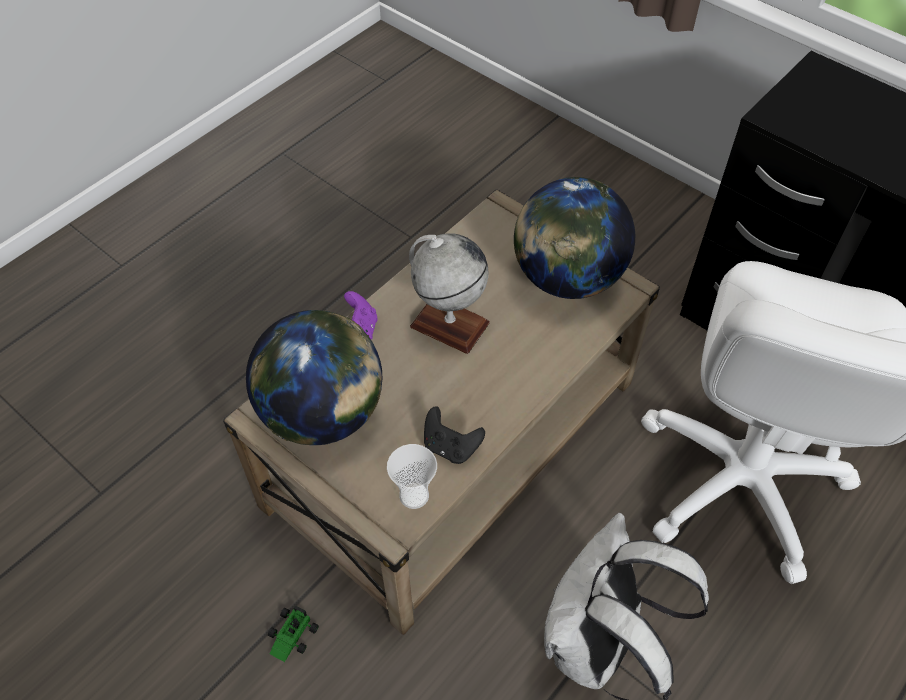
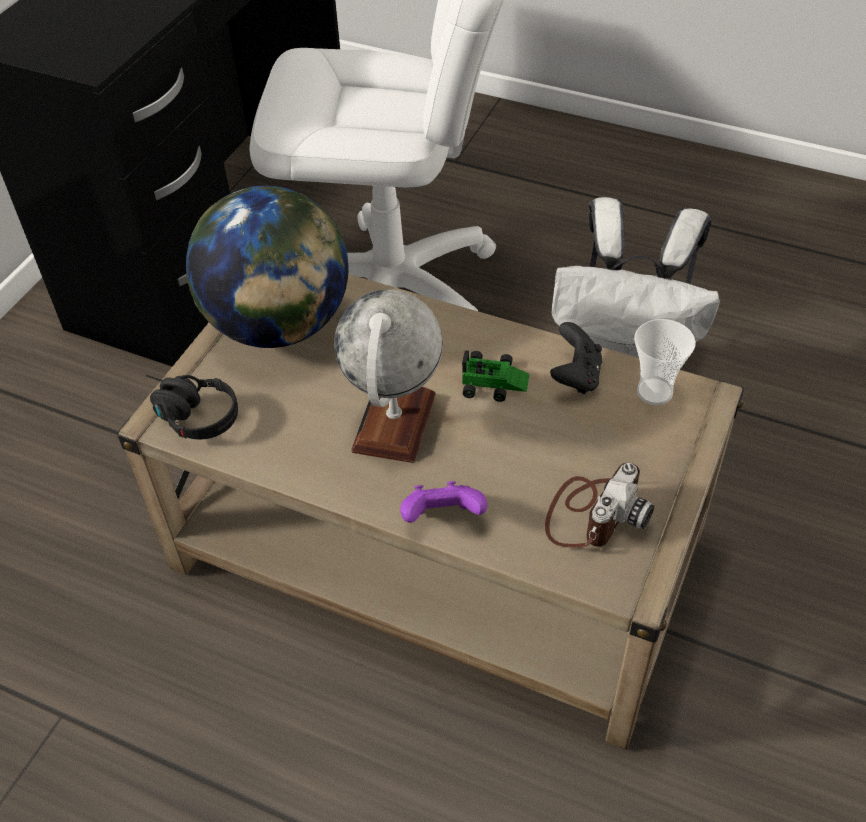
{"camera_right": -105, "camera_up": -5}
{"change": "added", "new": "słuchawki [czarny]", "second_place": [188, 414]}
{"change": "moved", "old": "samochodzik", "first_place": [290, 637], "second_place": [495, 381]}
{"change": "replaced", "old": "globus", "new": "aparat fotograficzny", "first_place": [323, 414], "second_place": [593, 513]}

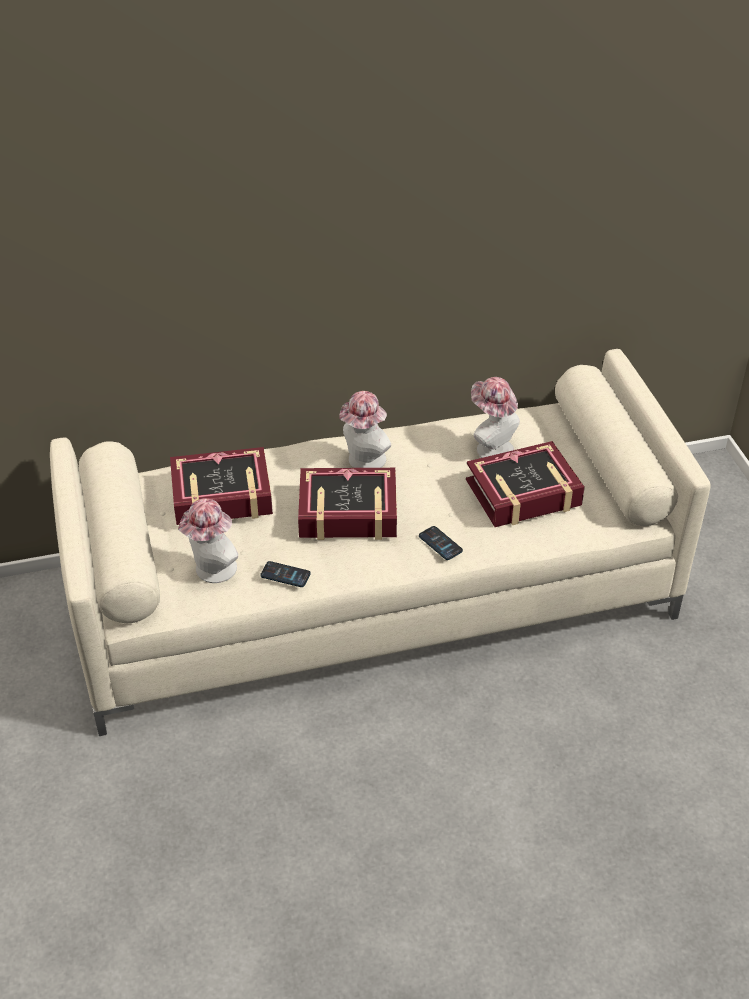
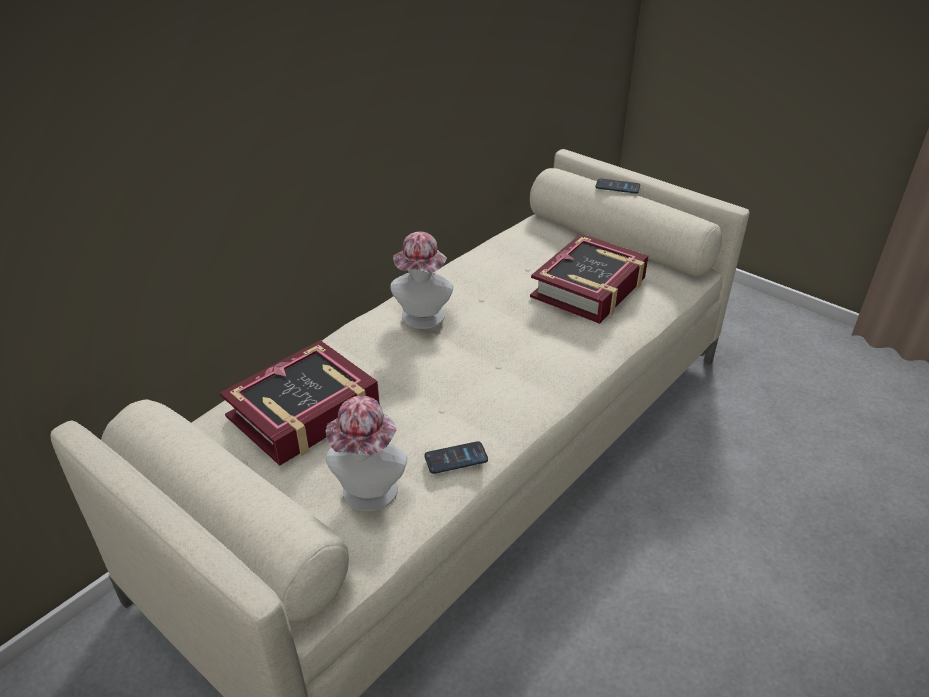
{"camera_right": -35, "camera_up": -5}
{"change": "moved", "old": "telefon", "first_place": [440, 543], "second_place": [617, 187]}
{"change": "removed", "old": "książka", "first_place": [348, 512]}
{"change": "removed", "old": "kapelusz", "first_place": [491, 448]}

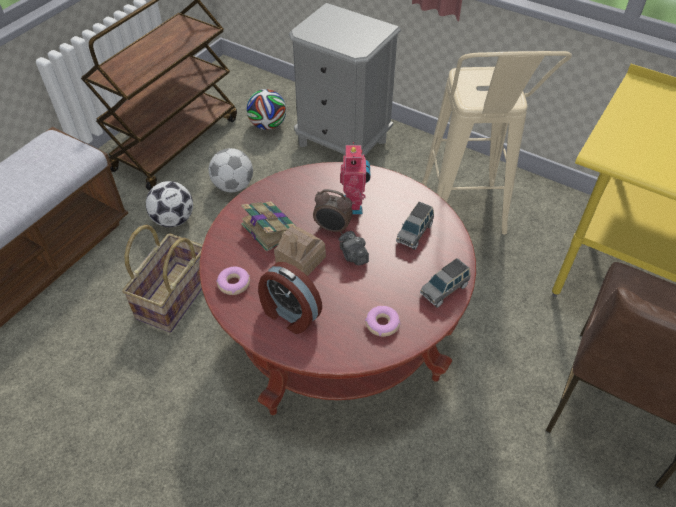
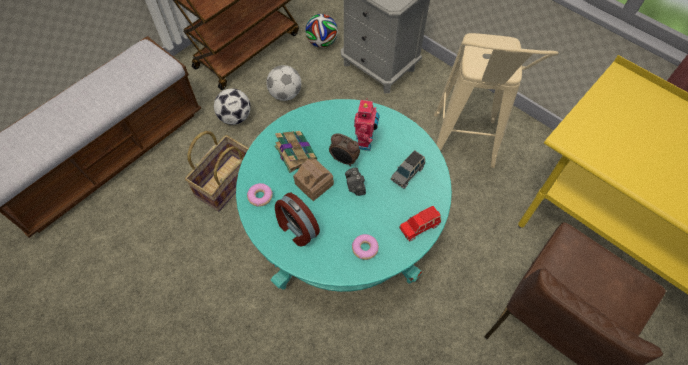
{"camera_right": 10, "camera_up": 10}
{"change": "recoloured", "old": "ława [czerwony]", "new": "ława [turkusowy]", "first_place": [338, 327], "second_place": [344, 226]}
{"change": "recoloured", "old": "samochodzik [szary]", "new": "samochodzik [czerwony]", "first_place": [444, 290], "second_place": [419, 227]}

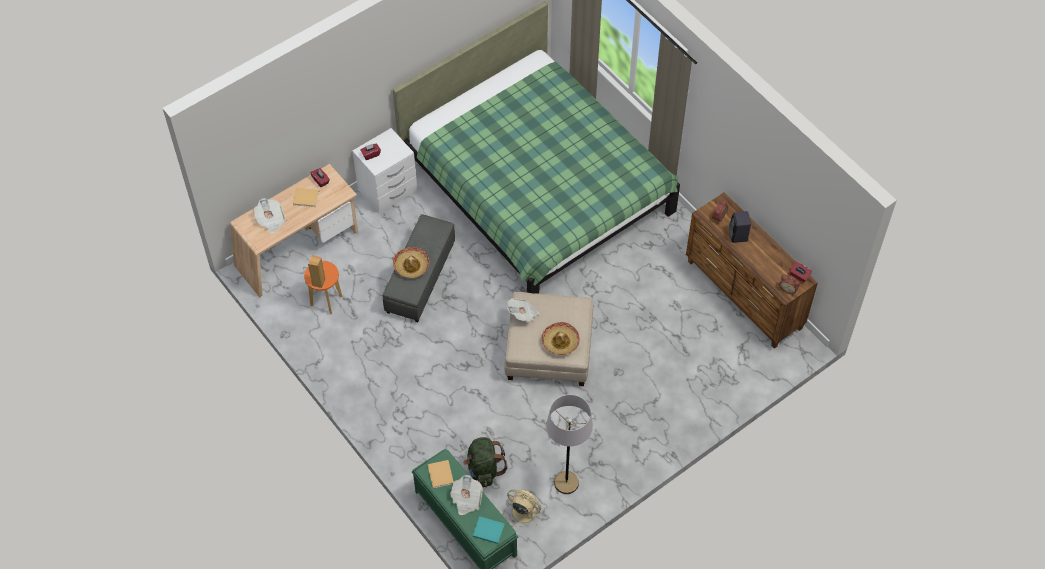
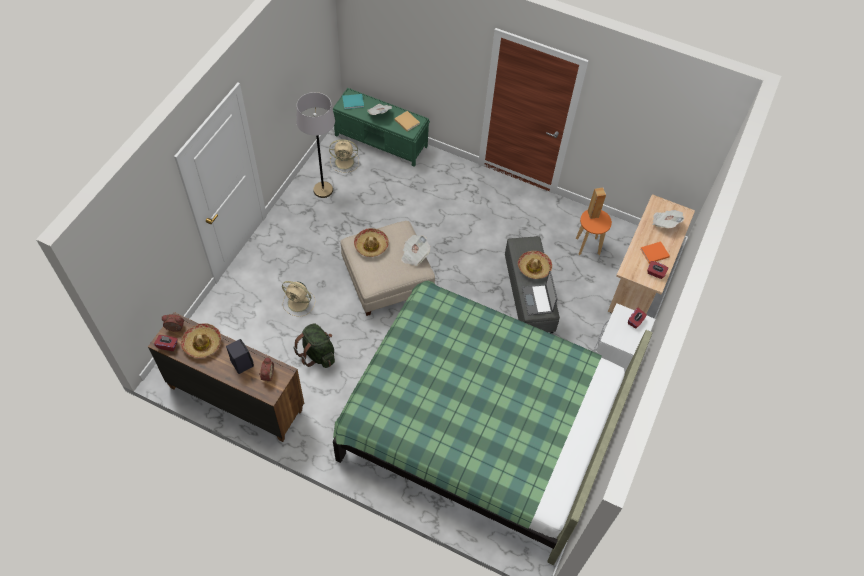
{"camera_right": 150, "camera_up": 0}
{"change": "added", "new": "kapelusz", "second_place": [202, 343]}
{"change": "added", "new": "wentylator [beżowy]", "second_place": [299, 303]}
{"change": "moved", "old": "plecak [zielony]", "first_place": [484, 469], "second_place": [317, 354]}
{"change": "added", "new": "laptop", "second_place": [538, 300]}
{"change": "recoloured", "old": "książka [beżowy]", "new": "książka [pomarańczowy]", "first_place": [306, 198], "second_place": [653, 253]}

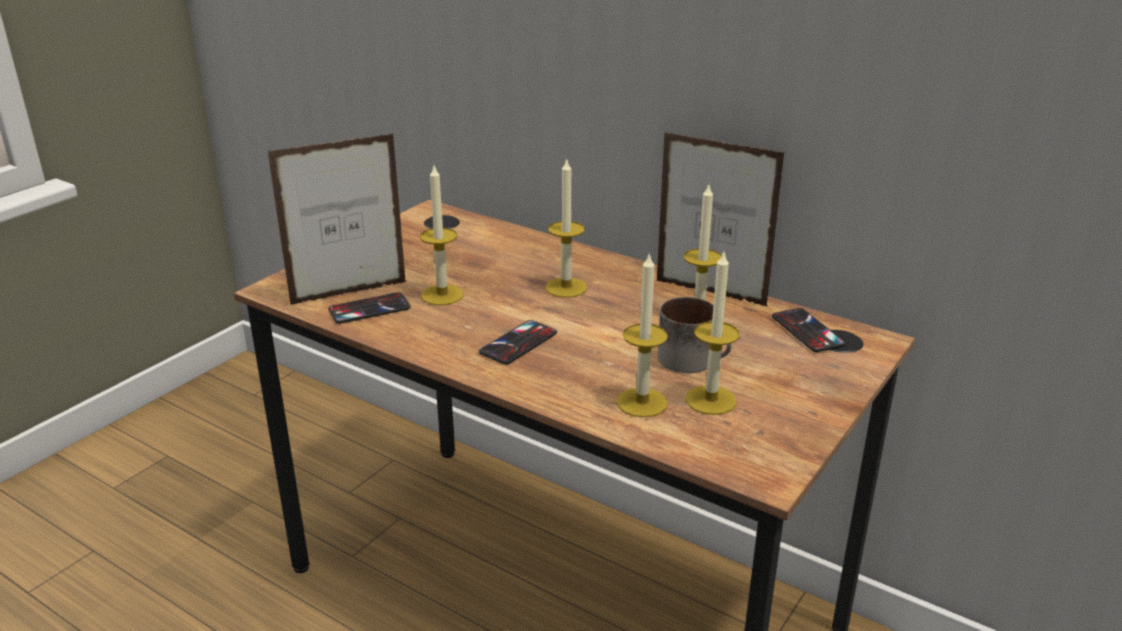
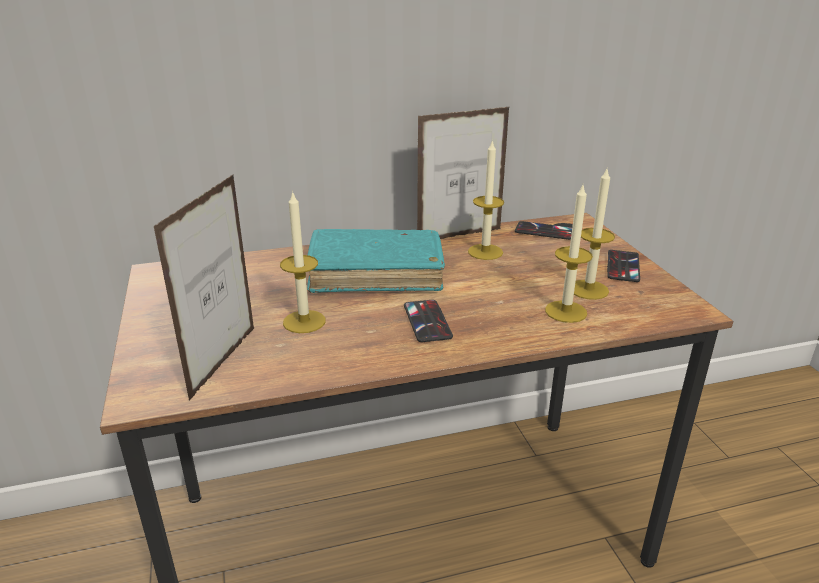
{"camera_right": -50, "camera_up": 0}
{"change": "replaced", "old": "świeca", "new": "książka [turkusowy]", "first_place": [566, 287], "second_place": [376, 273]}
{"change": "moved", "old": "telefon", "first_place": [369, 309], "second_place": [623, 266]}
{"change": "removed", "old": "kubek", "first_place": [694, 360]}

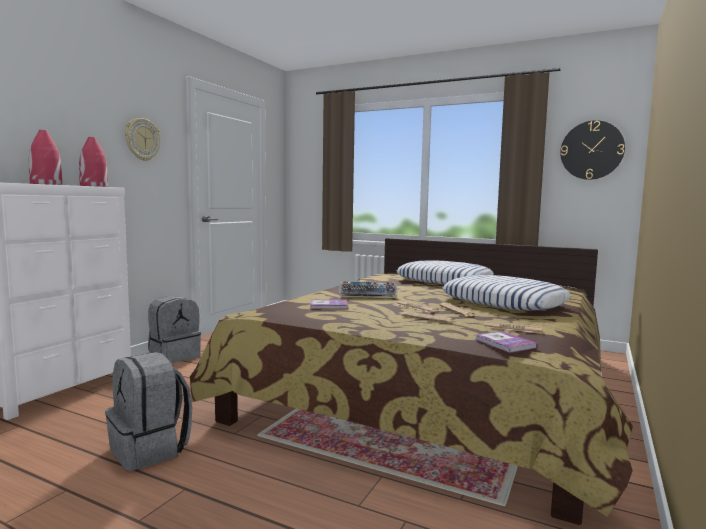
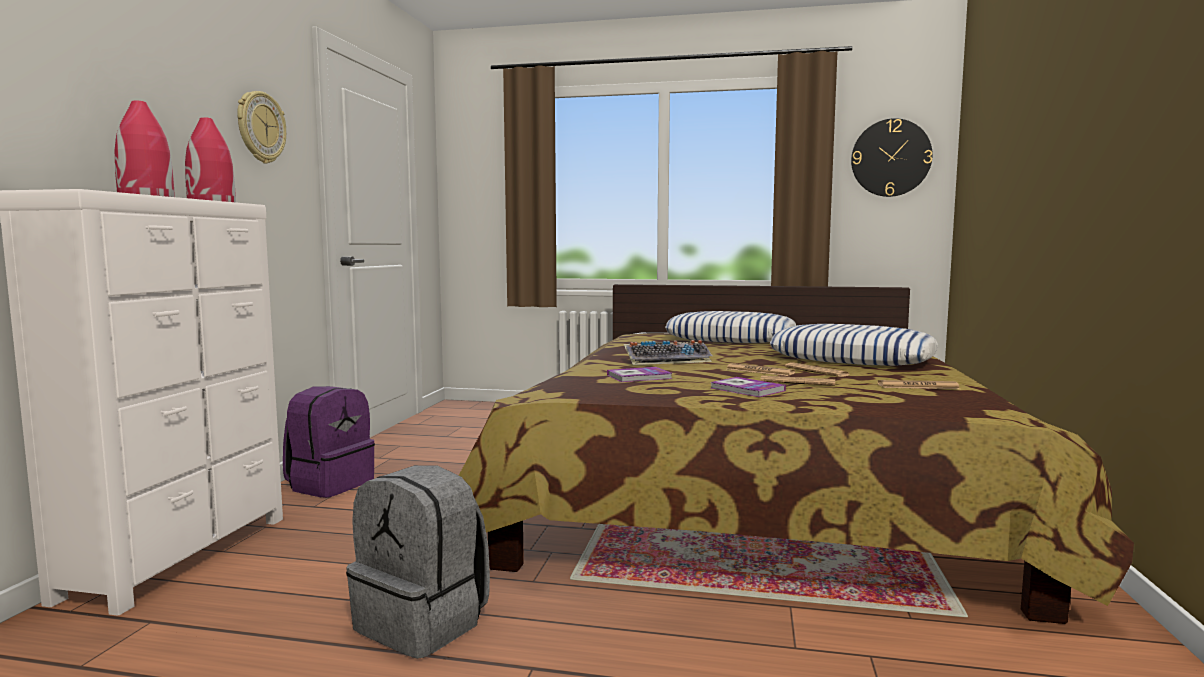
{"camera_right": -15, "camera_up": 0}
{"change": "recoloured", "old": "plecak [szary]", "new": "plecak [fioletowy]", "first_place": [174, 356], "second_place": [330, 484]}
{"change": "moved", "old": "książka", "first_place": [505, 343], "second_place": [747, 389]}

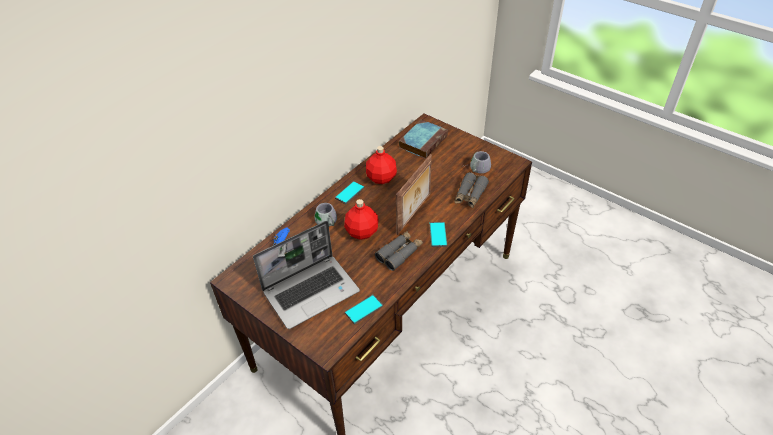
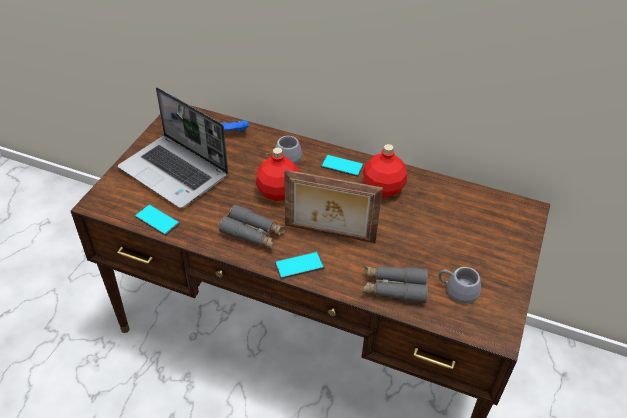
{"camera_right": 70, "camera_up": 0}
{"change": "removed", "old": "książka", "first_place": [423, 141]}

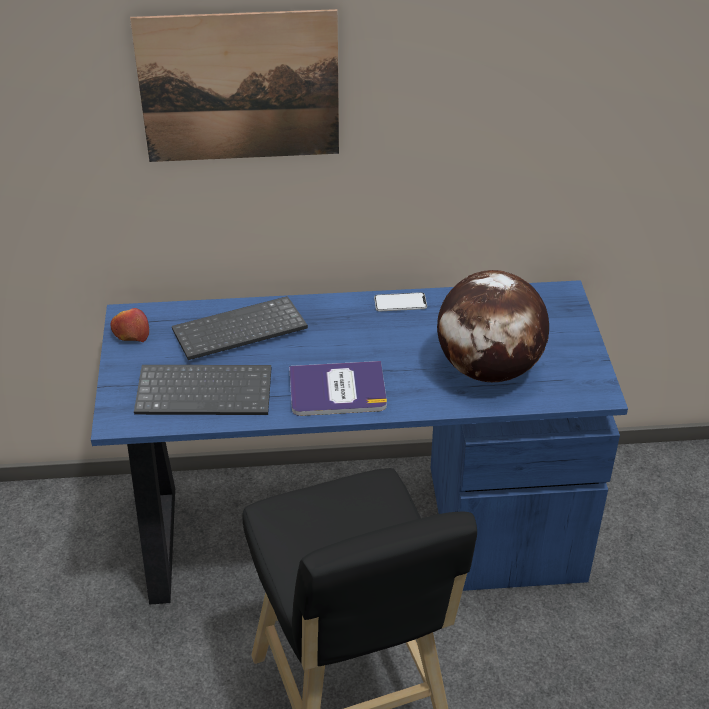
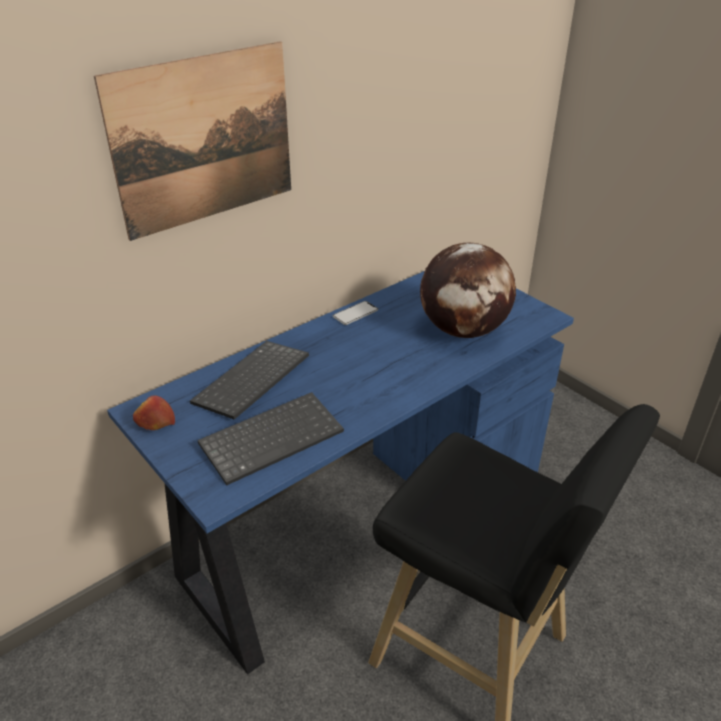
{"camera_right": -35, "camera_up": -5}
{"change": "removed", "old": "książka", "first_place": [337, 390]}

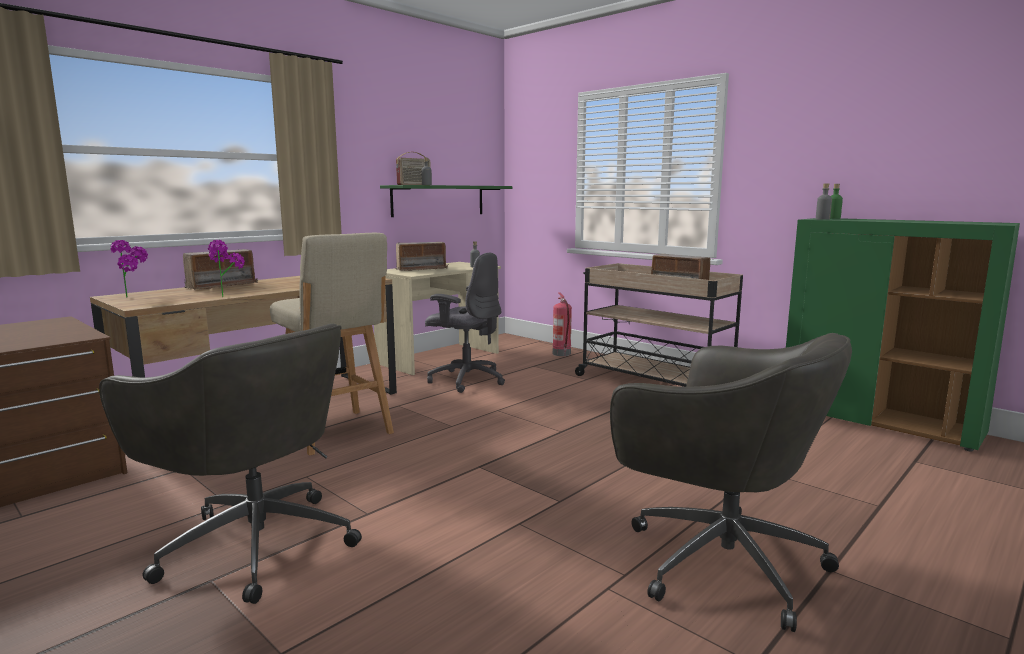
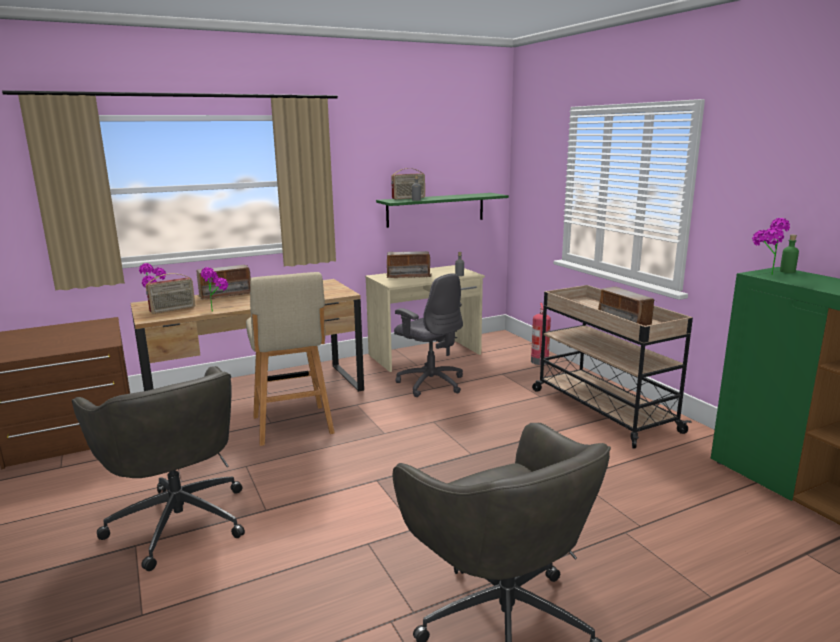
{"camera_right": 20, "camera_up": 5}
{"change": "added", "new": "radio", "second_place": [173, 309]}
{"change": "replaced", "old": "butelka [szary]", "new": "roślina doniczkowa", "first_place": [822, 219], "second_place": [765, 275]}

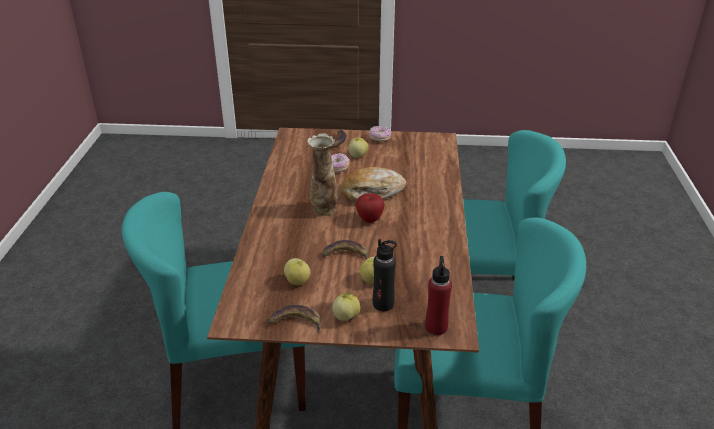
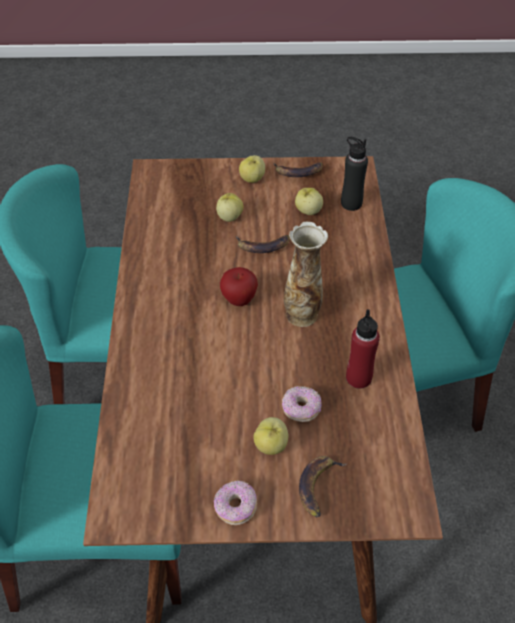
{"camera_right": 175, "camera_up": 15}
{"change": "moved", "old": "butelka [czarny]", "first_place": [383, 304], "second_place": [351, 203]}
{"change": "moved", "old": "butelka [czerwony]", "first_place": [436, 327], "second_place": [358, 378]}
{"change": "removed", "old": "chleb", "first_place": [372, 192]}

